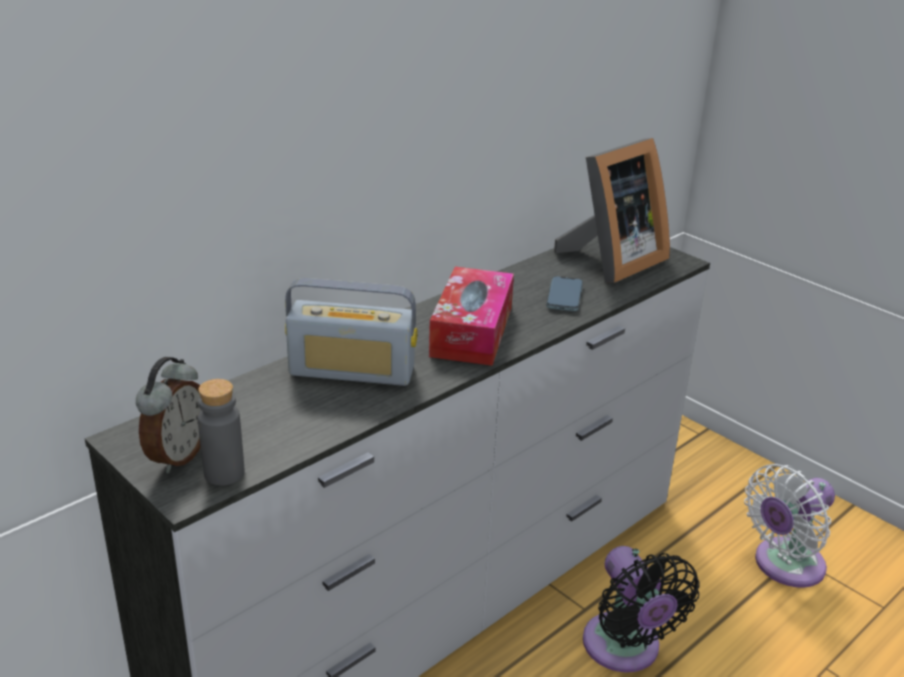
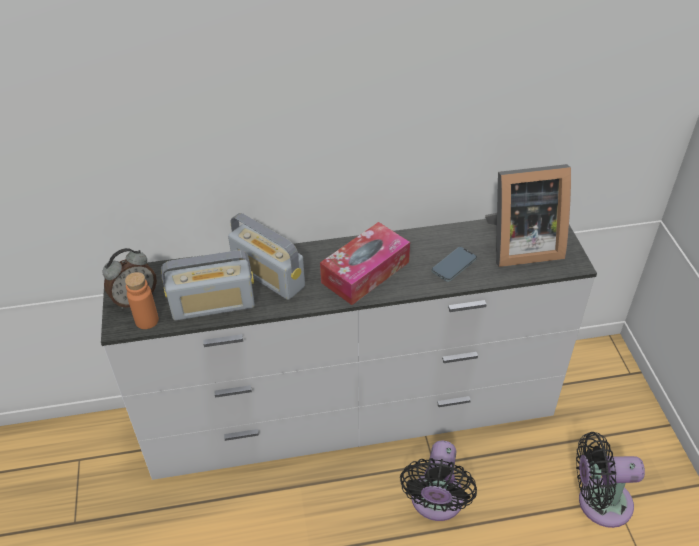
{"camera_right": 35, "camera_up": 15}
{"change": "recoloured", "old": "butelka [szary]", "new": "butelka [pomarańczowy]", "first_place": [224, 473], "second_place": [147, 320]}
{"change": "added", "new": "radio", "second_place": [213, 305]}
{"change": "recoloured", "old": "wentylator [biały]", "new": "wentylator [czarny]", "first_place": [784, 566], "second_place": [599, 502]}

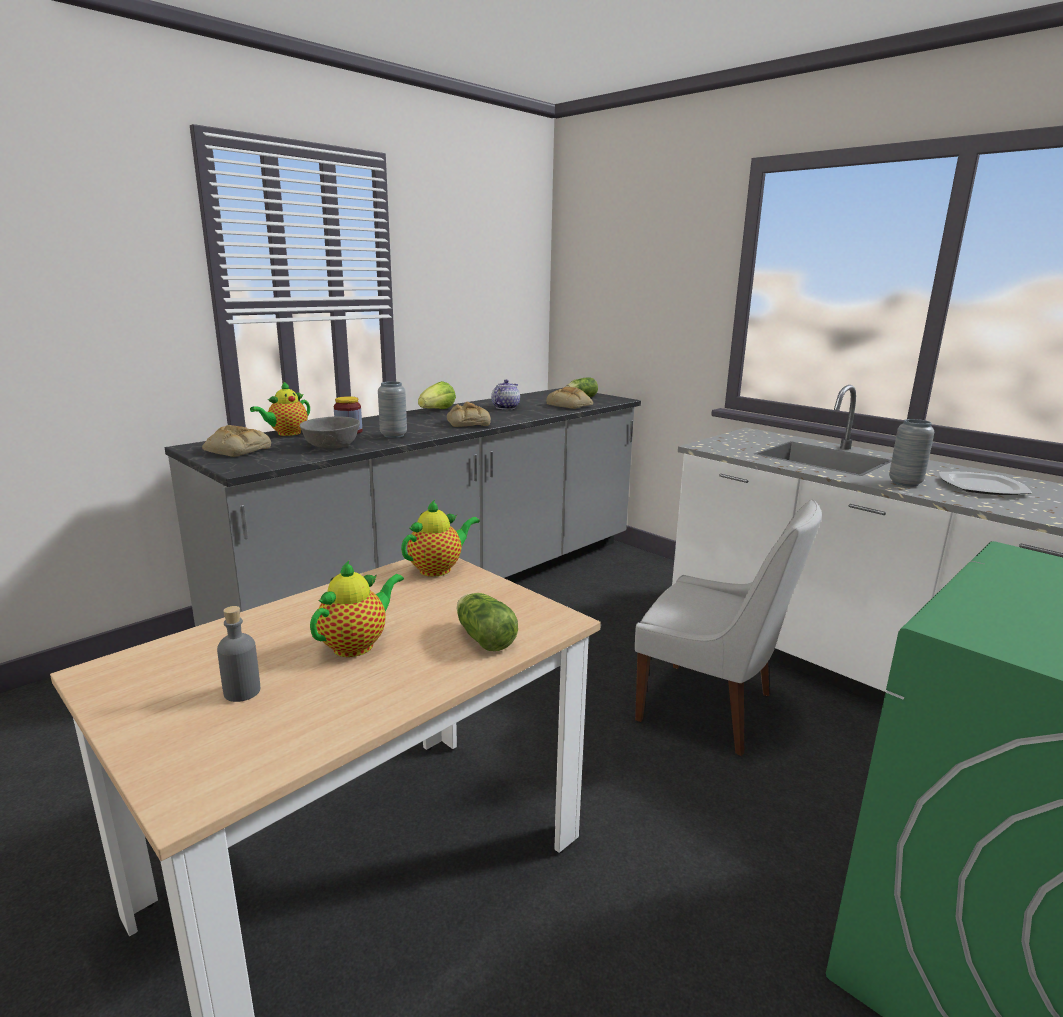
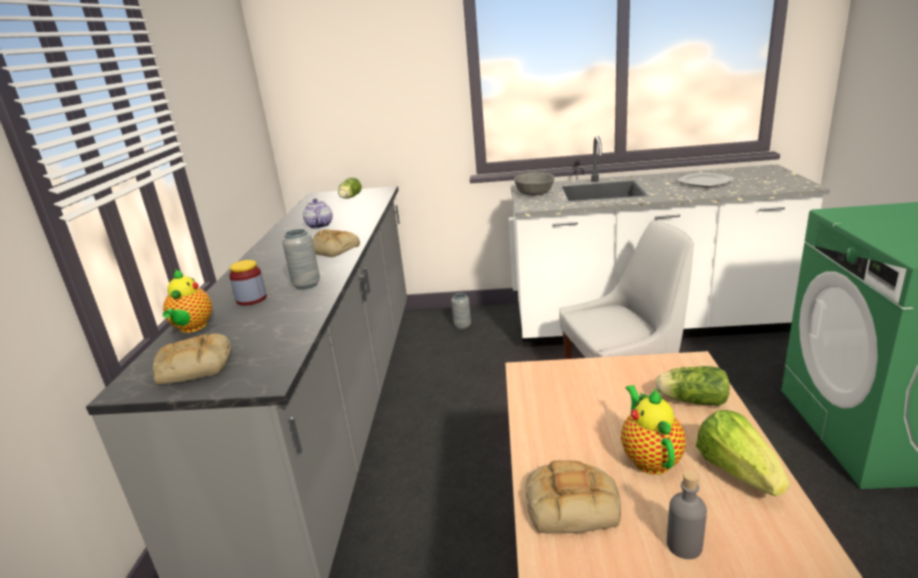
{"camera_right": -40, "camera_up": 5}
{"change": "moved", "old": "wazon [szary]", "first_place": [905, 483], "second_place": [462, 326]}
{"change": "moved", "old": "miska [szary]", "first_place": [332, 446], "second_place": [535, 193]}
{"change": "moved", "old": "chleb", "first_place": [570, 405], "second_place": [573, 503]}
{"change": "moved", "old": "sałata", "first_place": [437, 410], "second_place": [737, 471]}
{"change": "removed", "old": "imbryk", "first_place": [438, 569]}

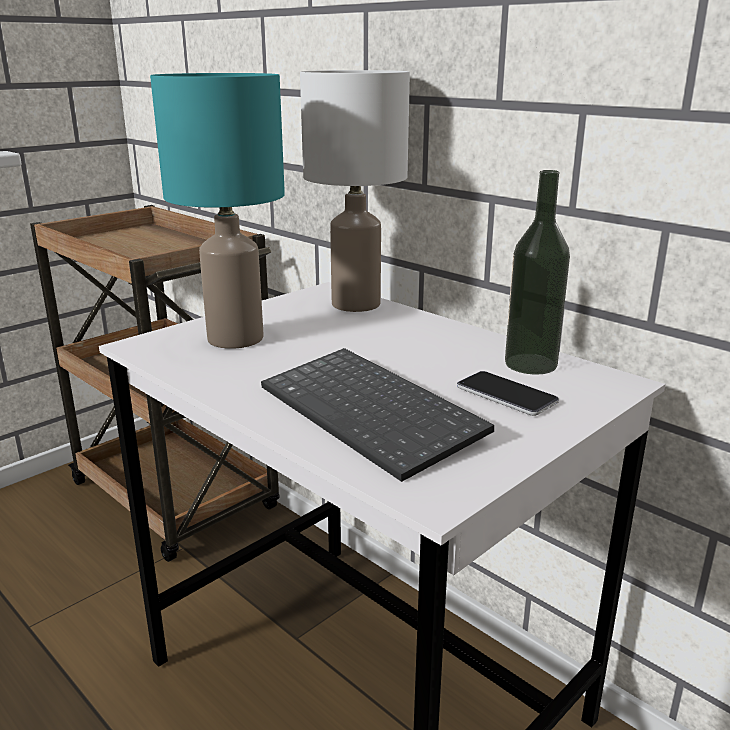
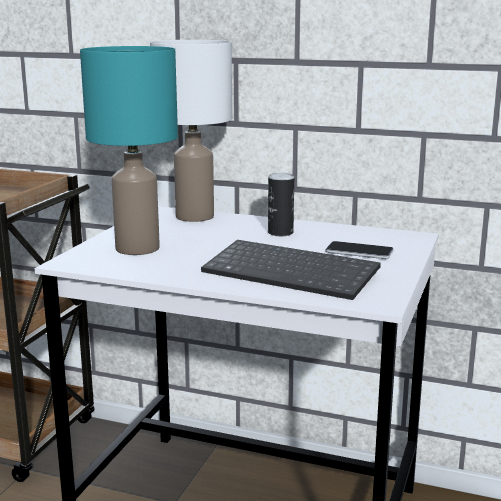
{"camera_right": -25, "camera_up": -5}
{"change": "added", "new": "puszka", "second_place": [280, 233]}
{"change": "removed", "old": "butelka", "first_place": [530, 364]}

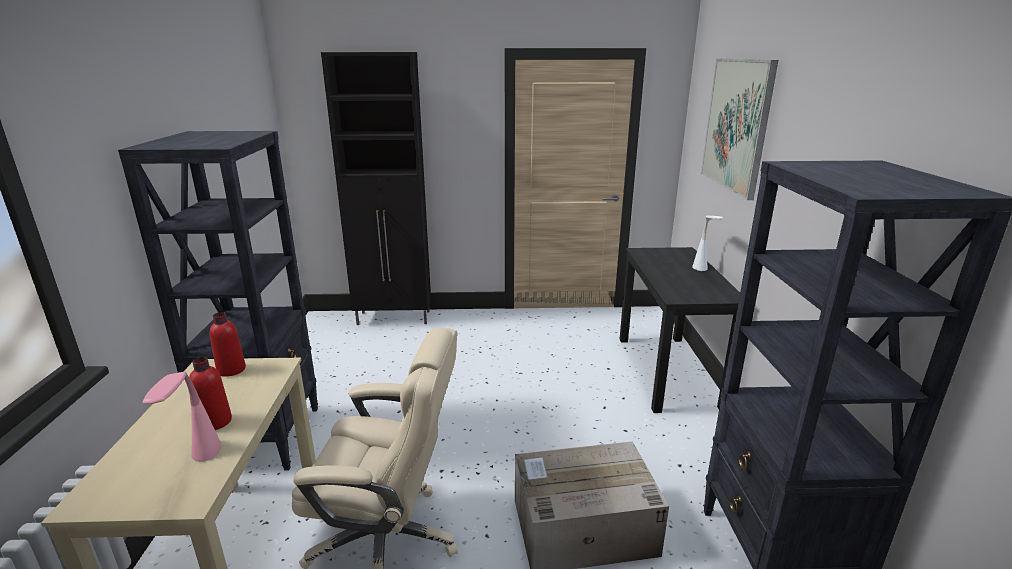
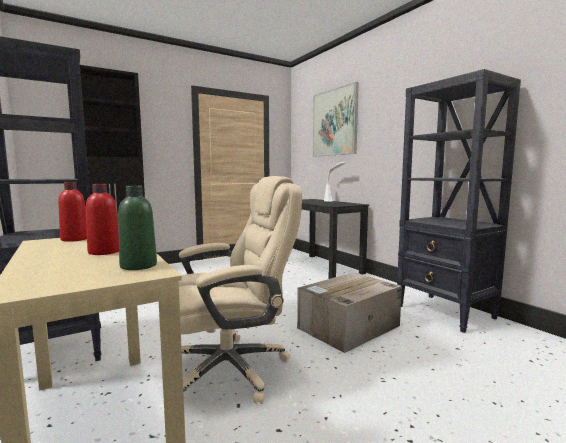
{"camera_right": -30, "camera_up": -15}
{"change": "replaced", "old": "lampa stołowa [różowy]", "new": "butelka [zielony]", "first_place": [199, 477], "second_place": [138, 266]}

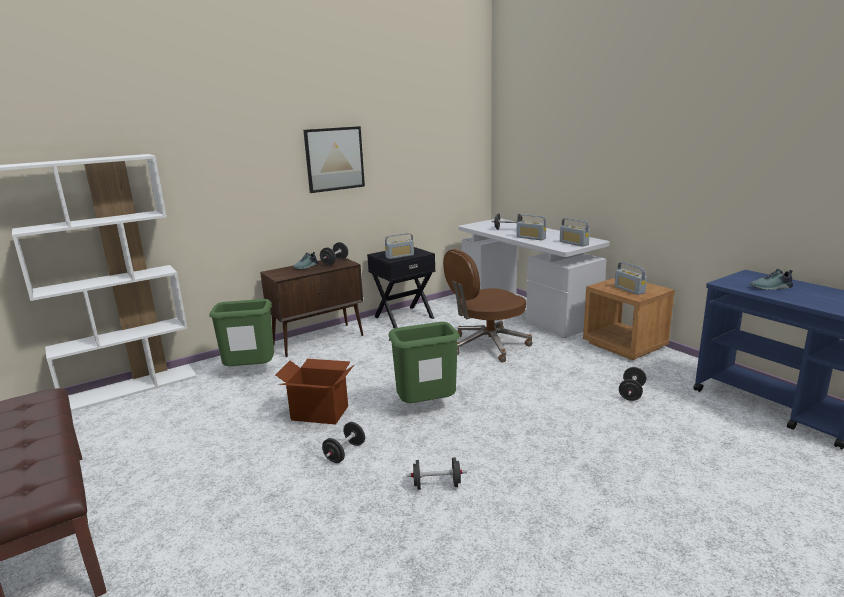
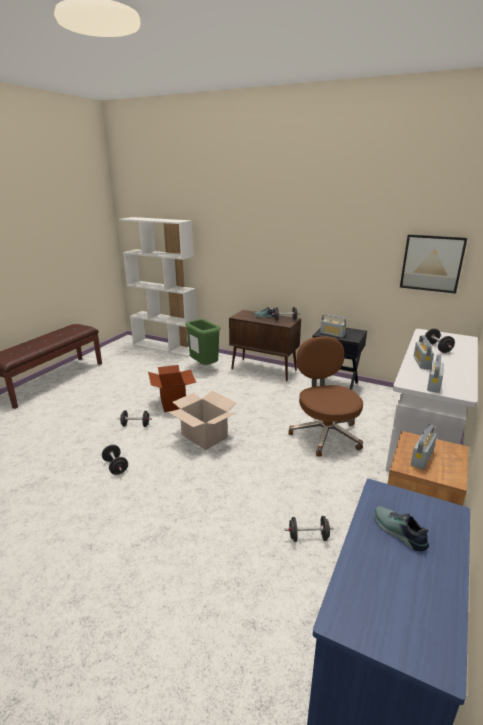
{"camera_right": 60, "camera_up": 5}
{"change": "replaced", "old": "kosz na śmieci [zielony]", "new": "karton", "first_place": [426, 407], "second_place": [205, 436]}
{"change": "turned", "old": "krzesło biurowe [brązowy]", "first_place": [487, 346], "second_place": [325, 434], "degrees": 45}
{"change": "moved", "old": "obraz", "first_place": [334, 159], "second_place": [432, 263]}

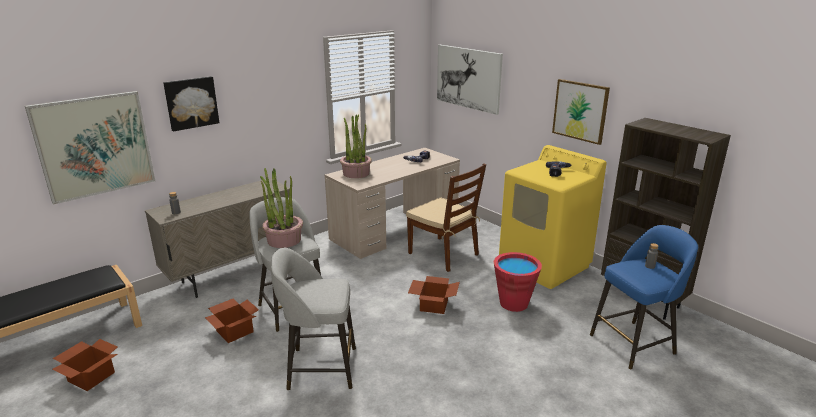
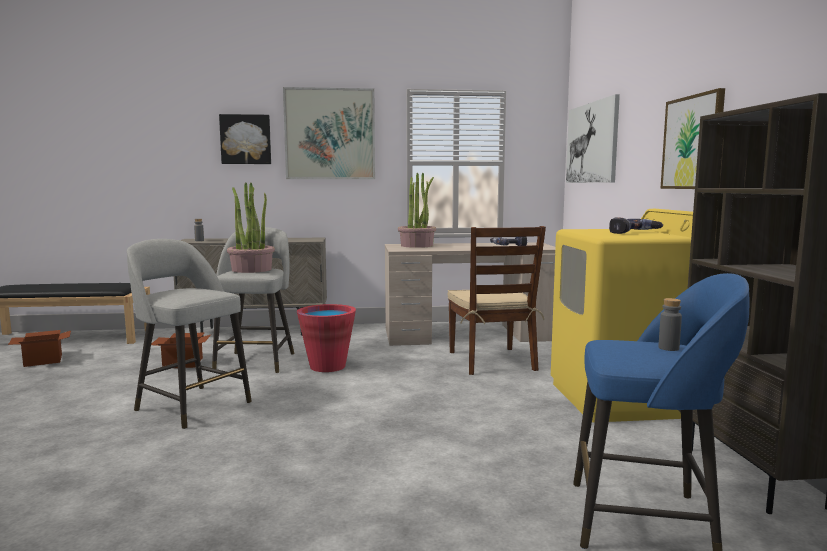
{"camera_right": 35, "camera_up": -15}
{"change": "moved", "old": "obraz", "first_place": [94, 146], "second_place": [330, 134]}
{"change": "moved", "old": "wiadro [czerwony]", "first_place": [513, 303], "second_place": [327, 366]}
{"change": "removed", "old": "karton", "first_place": [433, 305]}

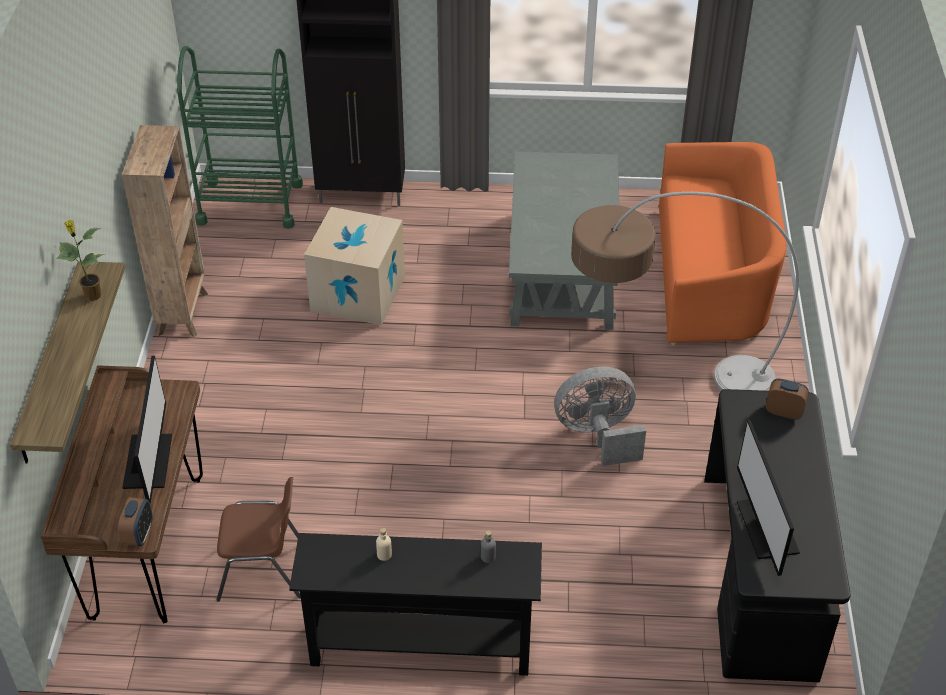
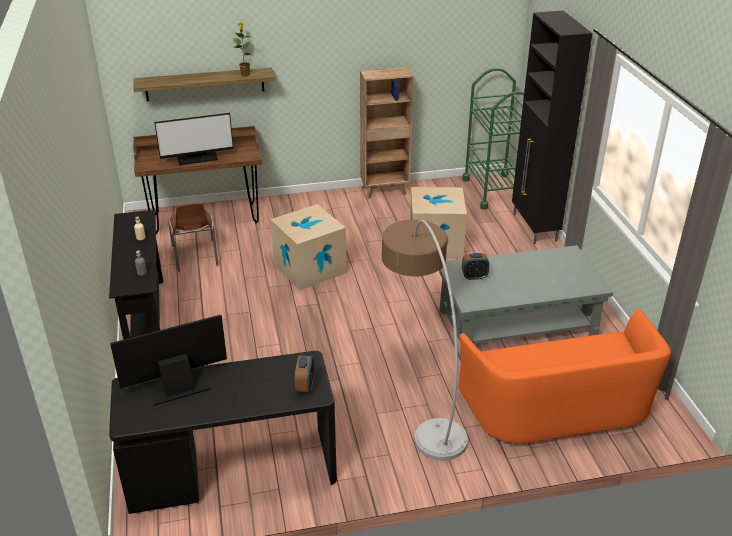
{"camera_right": 75, "camera_up": -10}
{"change": "added", "new": "karton", "second_place": [309, 268]}
{"change": "moved", "old": "budzik", "first_place": [139, 534], "second_place": [474, 276]}
{"change": "removed", "old": "wentylator [szary]", "first_place": [598, 435]}

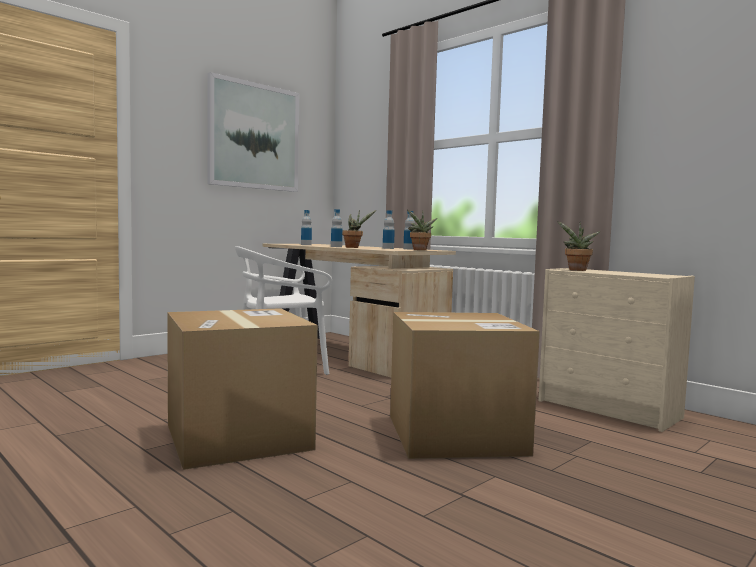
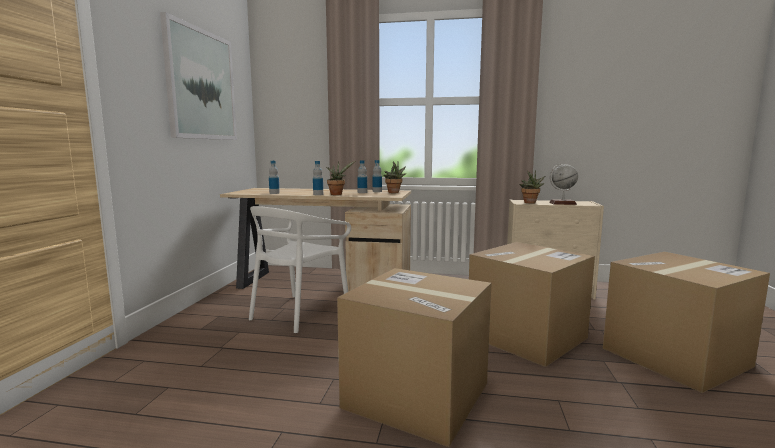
{"camera_right": -35, "camera_up": 5}
{"change": "added", "new": "globus", "second_place": [562, 203]}
{"change": "added", "new": "karton", "second_place": [675, 357]}

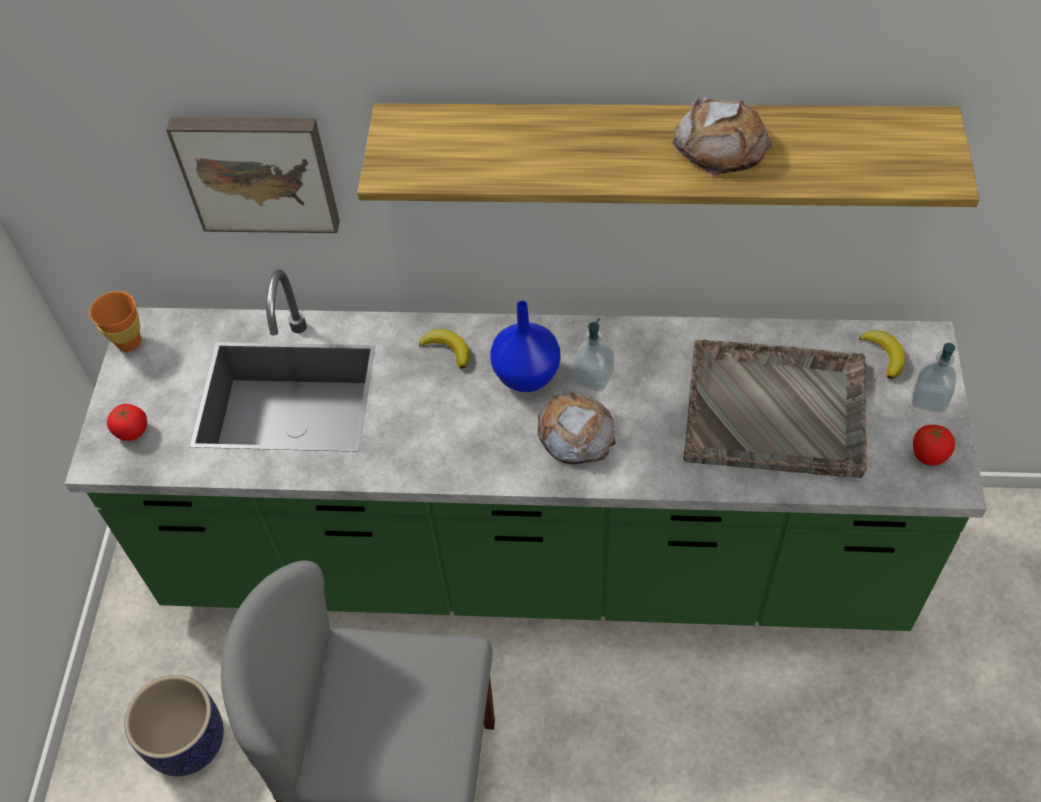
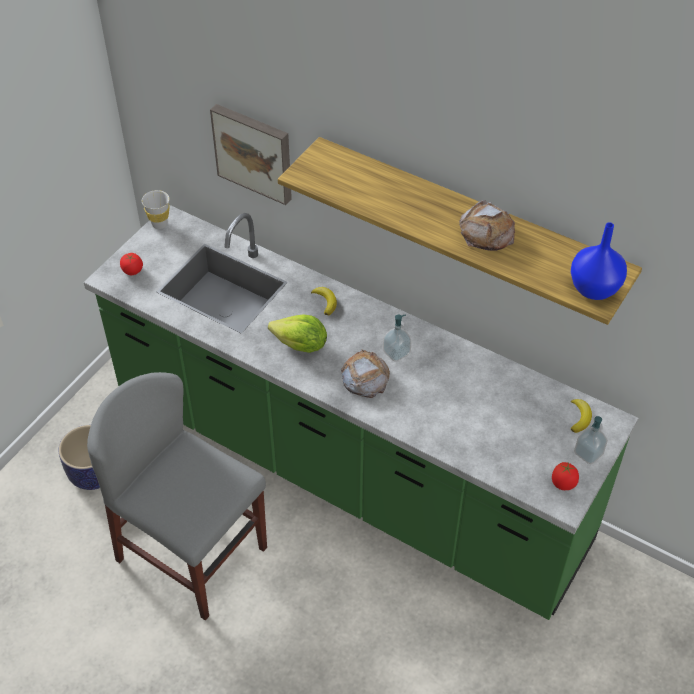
{"camera_right": 25, "camera_up": -5}
{"change": "recoloured", "old": "filiżanka [pomarańczowy]", "new": "filiżanka [biały]", "first_place": [129, 342], "second_place": [159, 224]}
{"change": "added", "new": "sałata", "second_place": [301, 345]}
{"change": "moved", "old": "wazon [niebieski]", "first_place": [526, 374], "second_place": [594, 288]}
{"change": "removed", "old": "taca [szary]", "first_place": [777, 411]}

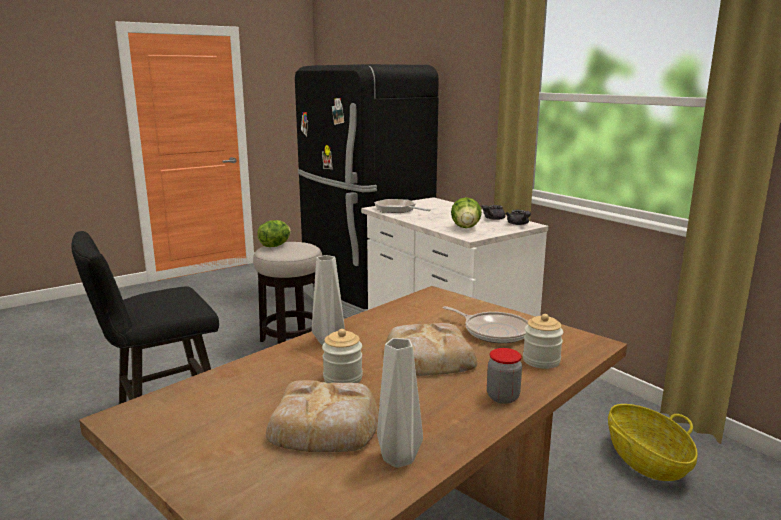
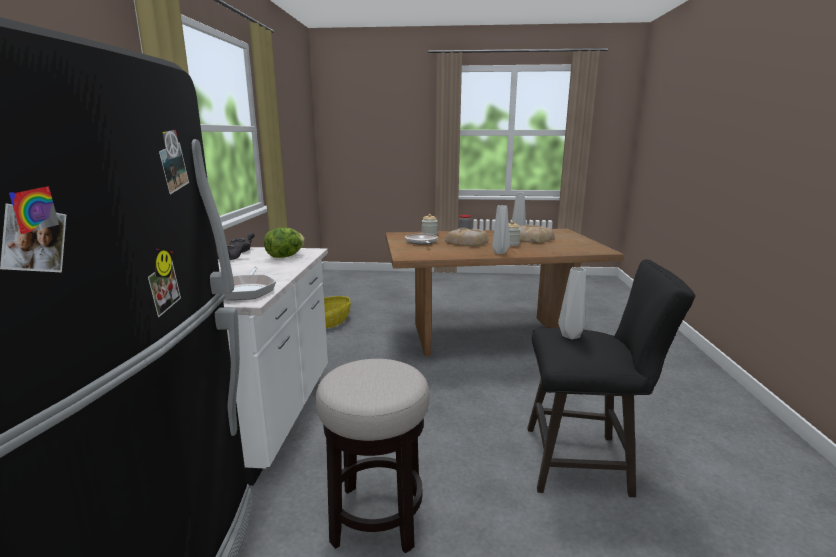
{"camera_right": -140, "camera_up": 0}
{"change": "added", "new": "wazon [szary]", "second_place": [571, 336]}
{"change": "removed", "old": "sałata", "first_place": [275, 245]}

